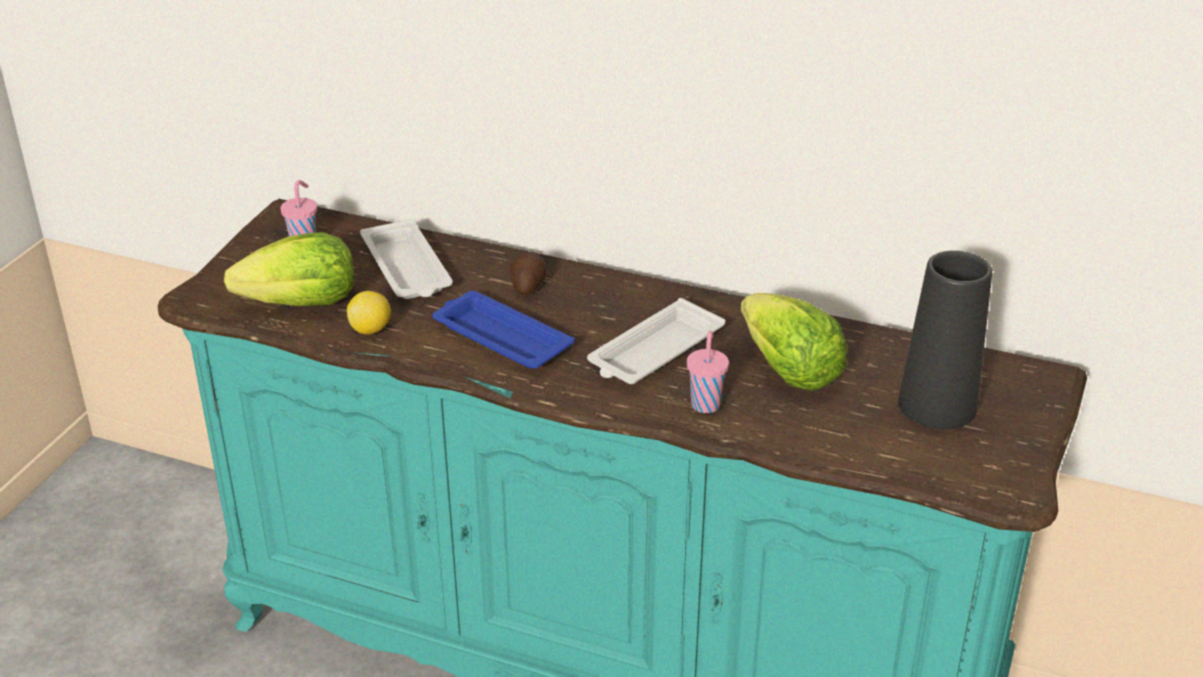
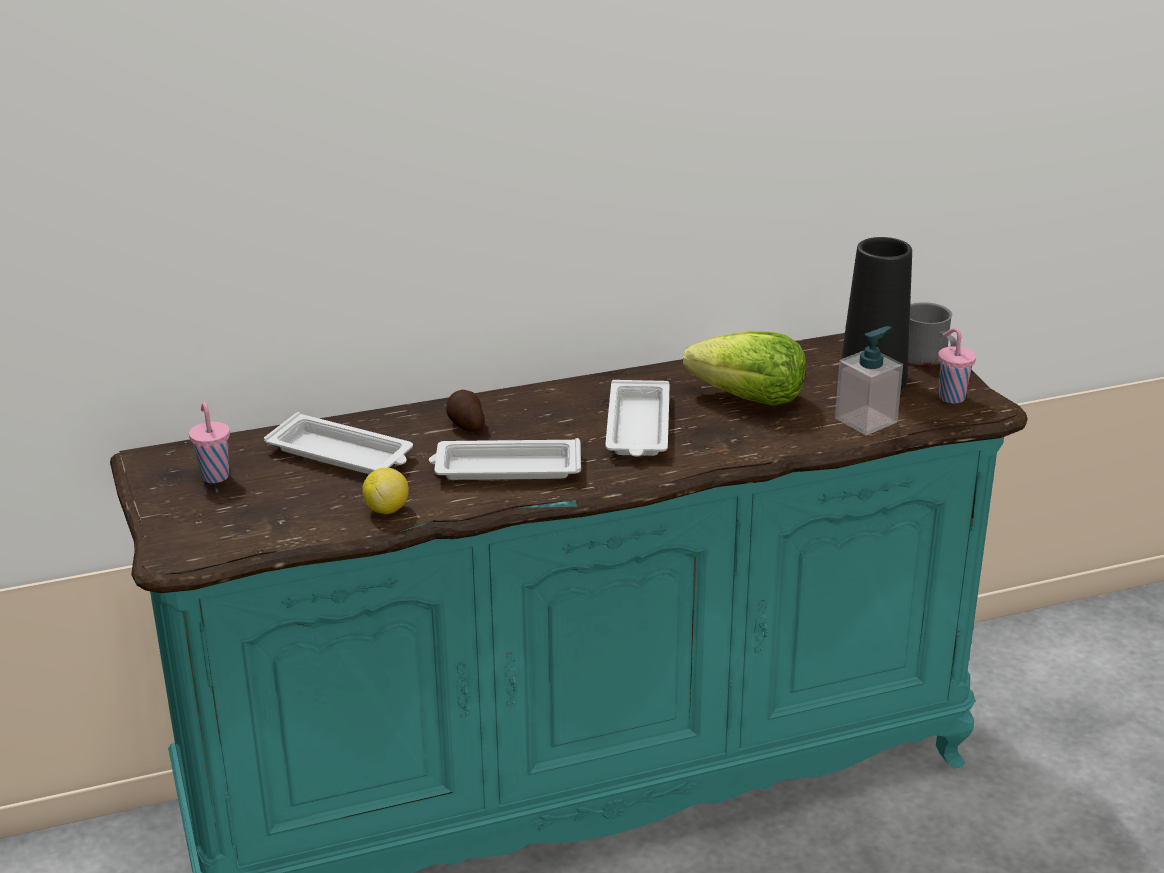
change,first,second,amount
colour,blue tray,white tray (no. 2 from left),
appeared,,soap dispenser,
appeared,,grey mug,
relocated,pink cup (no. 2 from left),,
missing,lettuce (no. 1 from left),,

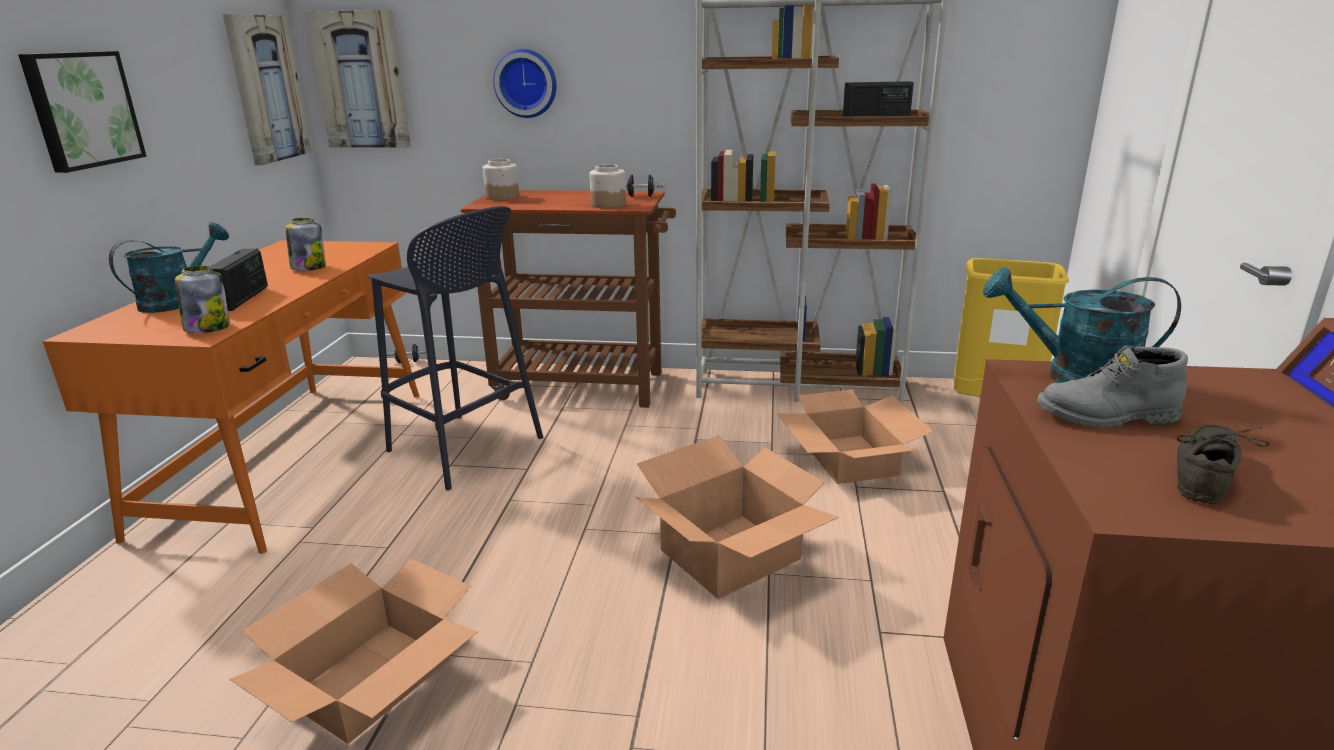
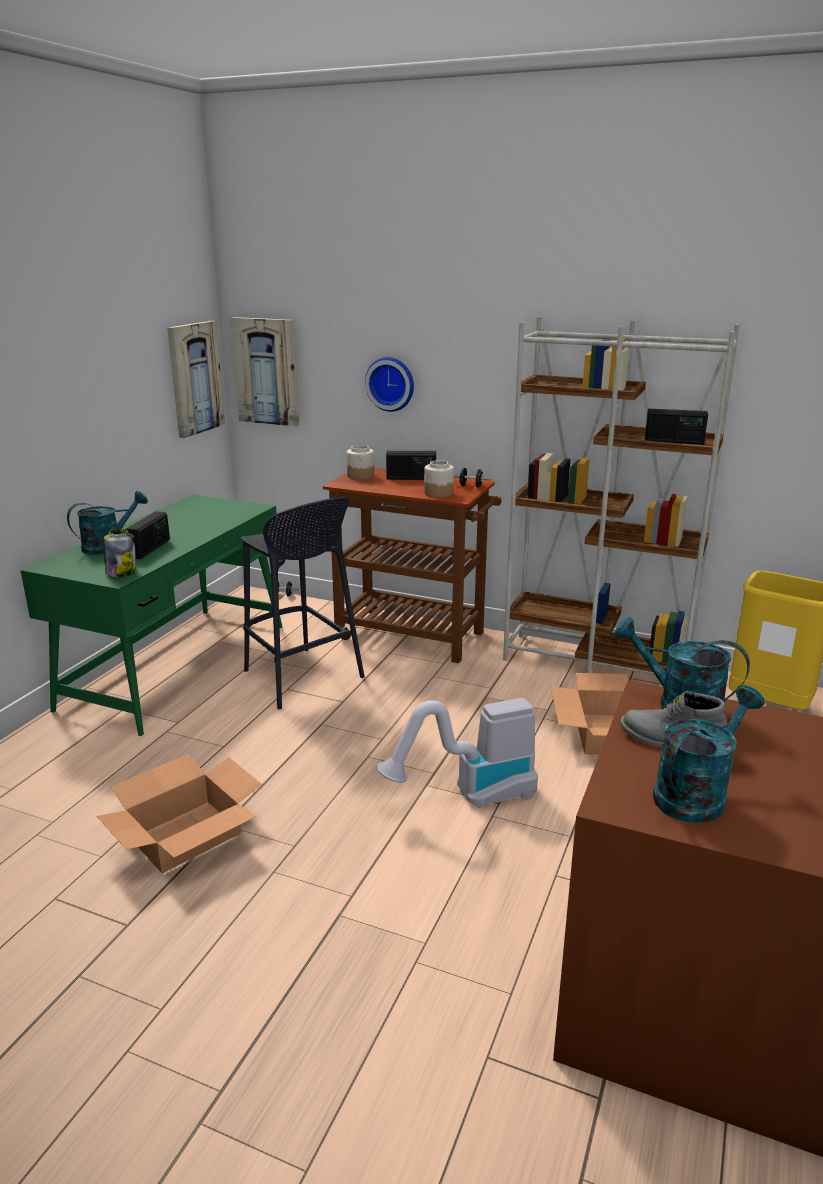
change,first,second,amount
colour,orange desk,green desk,
exchanged,cardboard box (no. 2 from left),vacuum cleaner,
appeared,,radio (no. 2 from left),
exchanged,grey shoe,turquoise watering can (no. 3 from left),
missing,picture (no. 1 from left),,
missing,jar (no. 2 from left),,

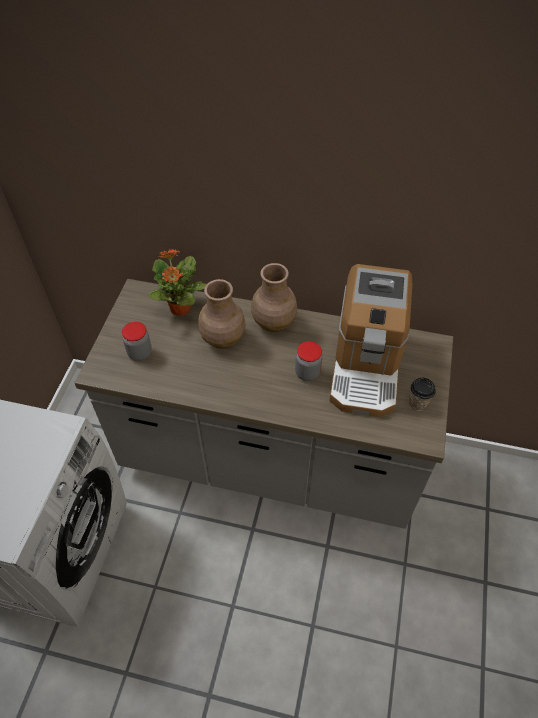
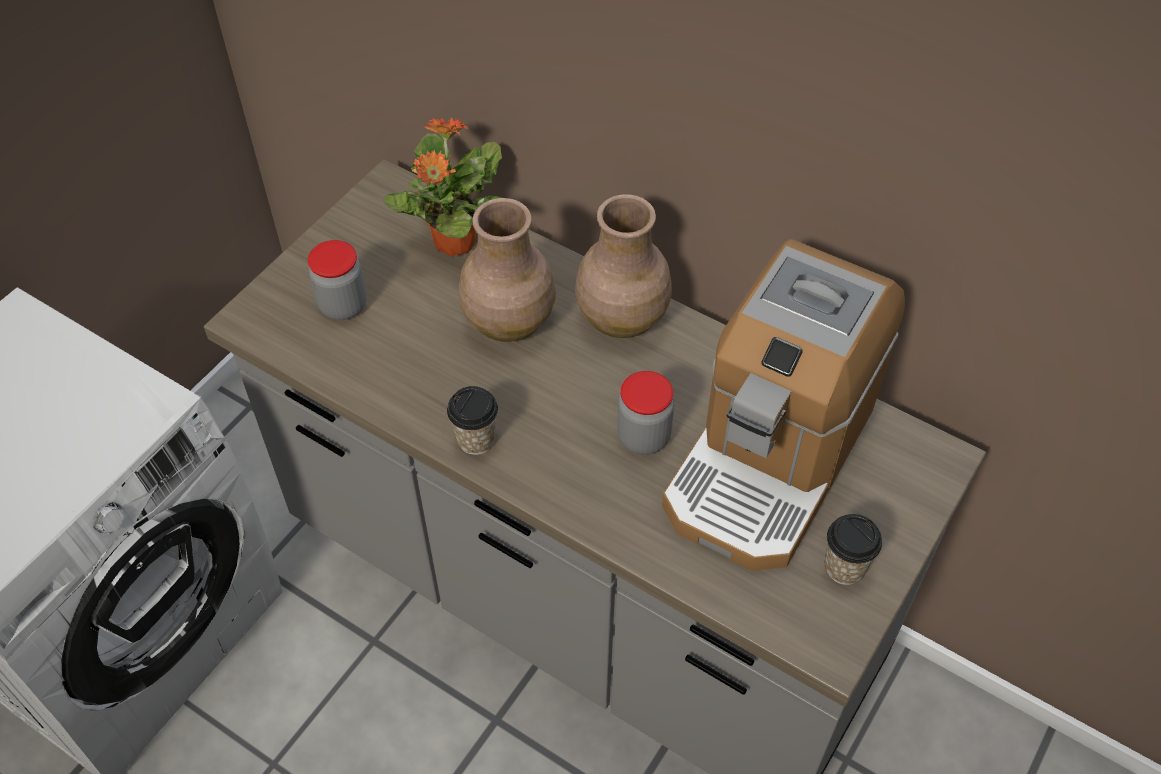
change,first,second,amount
appeared,,cup (no. 1 from left),

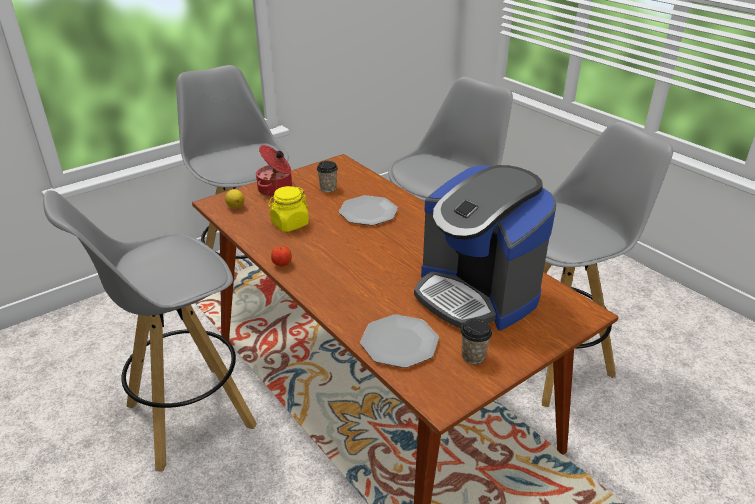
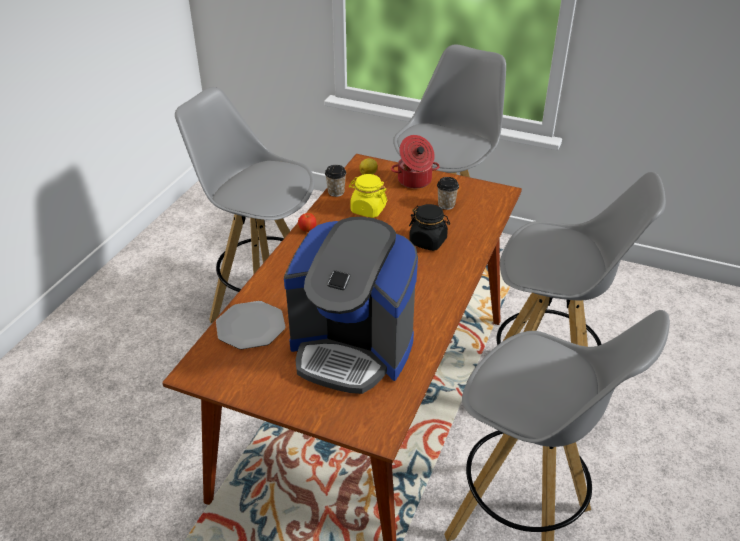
change,first,second,amount
spun,coffee machine,,90 degrees counterclockwise
relocated,cup (no. 2 from left in the first image),cup (no. 1 from left),
exchanged,plate (no. 1 from left),black jar,

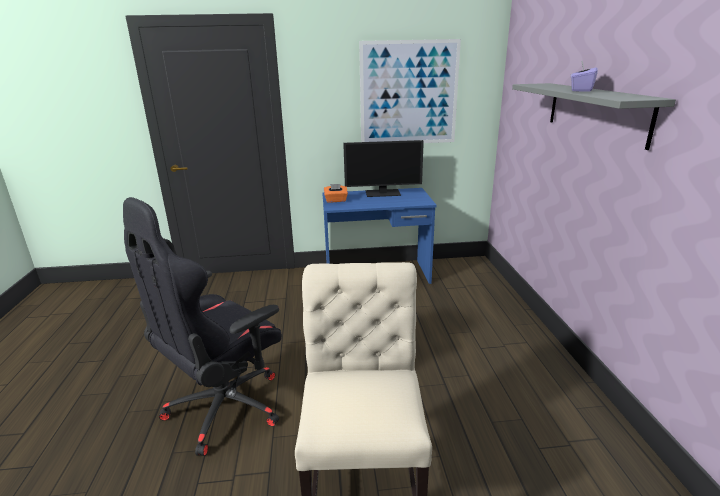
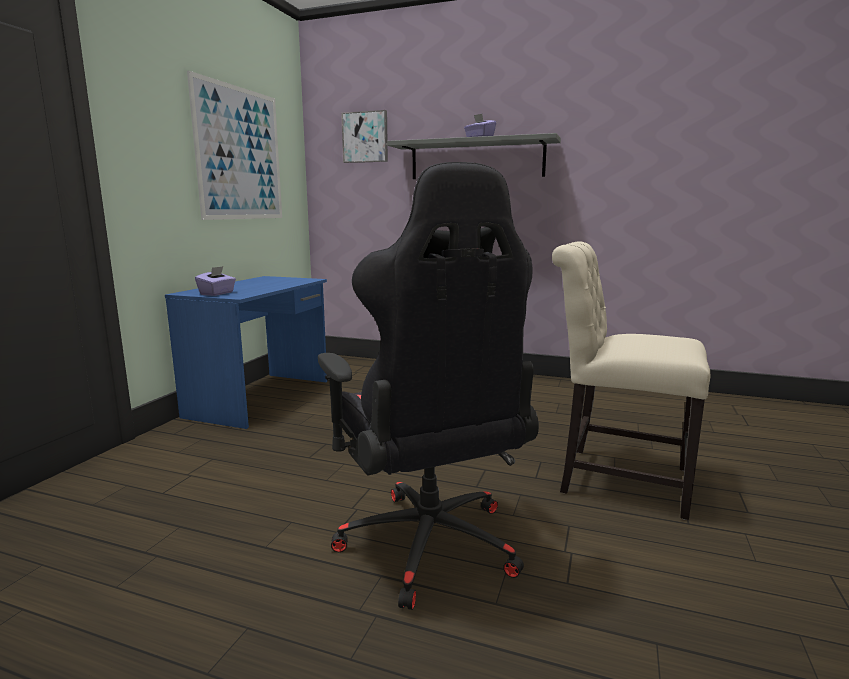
change,first,second,amount
colour,orange tissue box,purple tissue box (no. 1 from left),
appeared,,picture (no. 2 from left),
missing,monitor,,

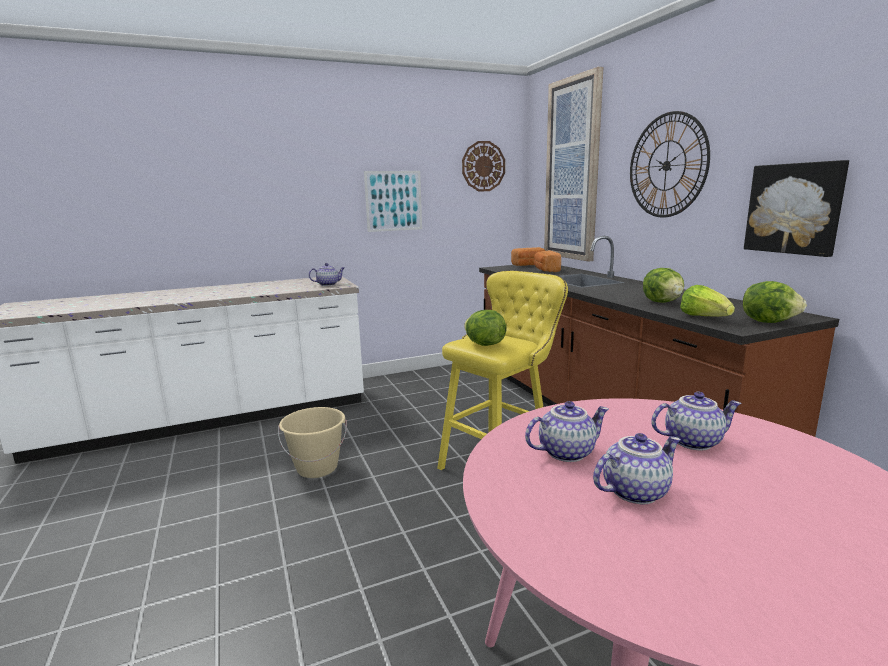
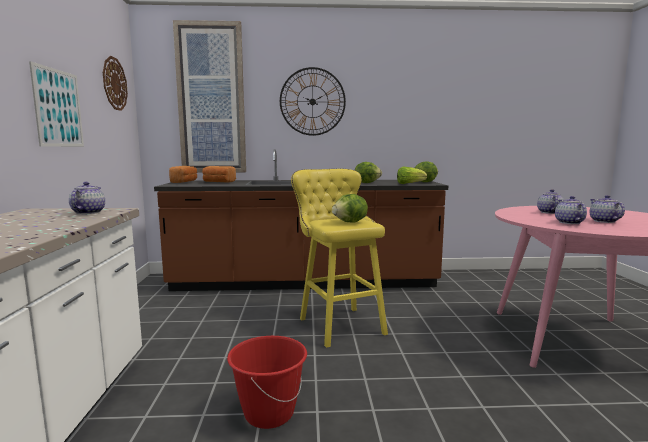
change,first,second,amount
colour,beige bucket,red bucket,
missing,picture (no. 3 from left),,

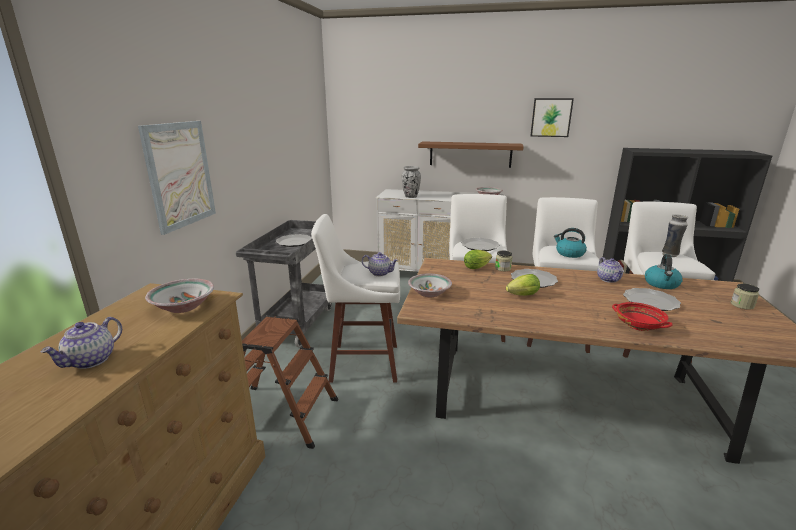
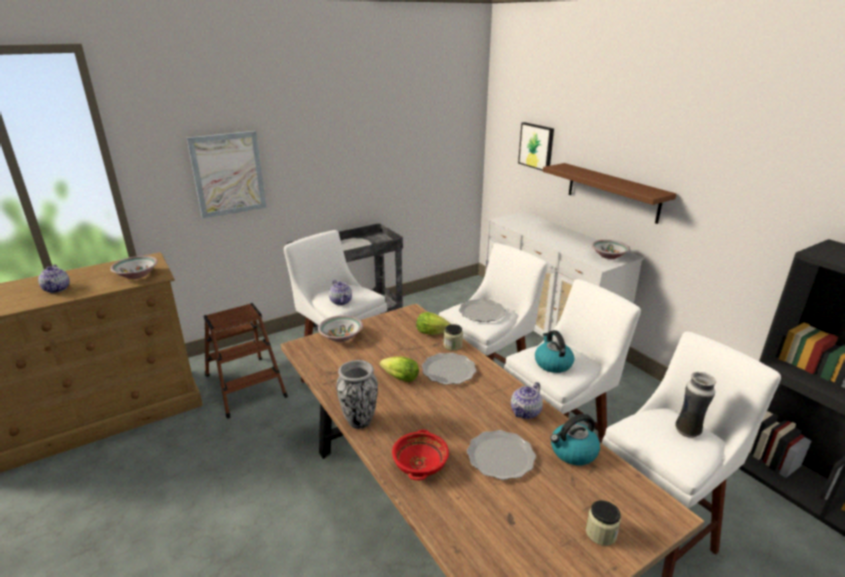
change,first,second,amount
spun,teapot (no. 1 from left),,90 degrees counterclockwise
relocated,vase (no. 1 from left),,
relocated,picture (no. 2 from left),,

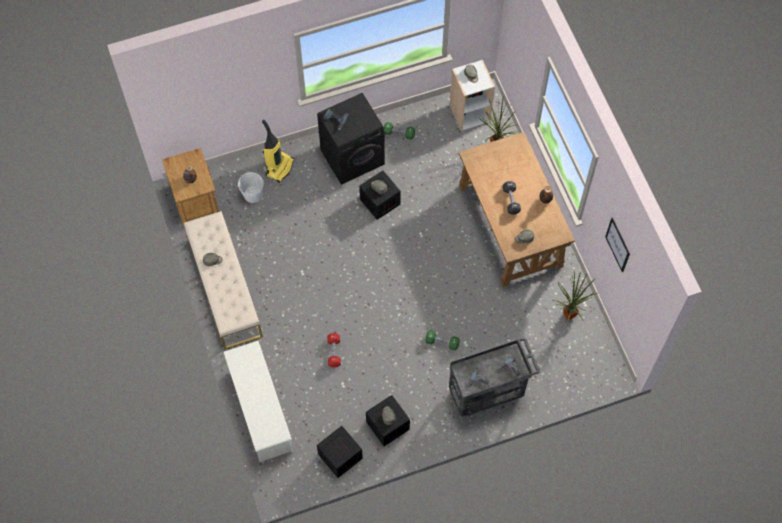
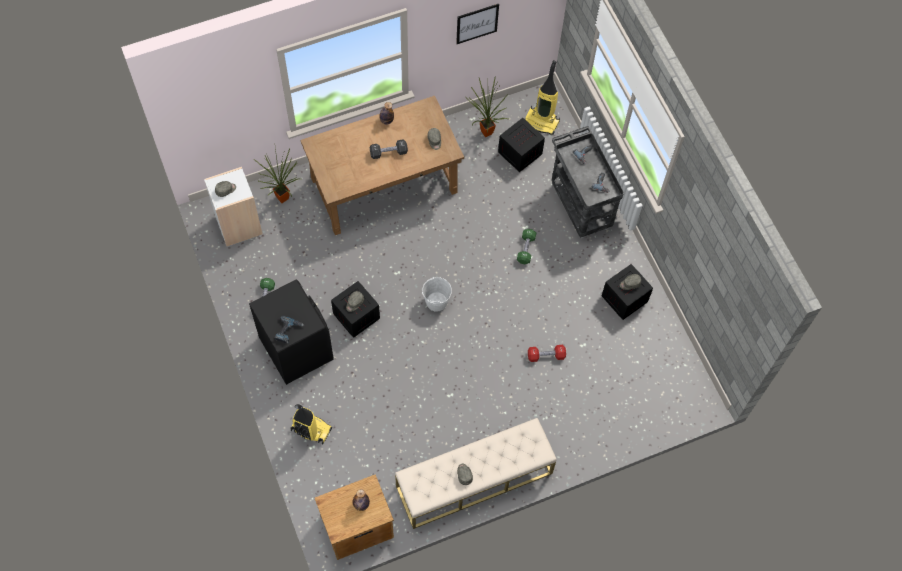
change,first,second,amount
relocated,white bucket,,
relocated,crate (no. 1 from left in the first image),crate (no. 2 from left),
appeared,,vacuum cleaner (no. 2 from left),
missing,white shoe rack,,

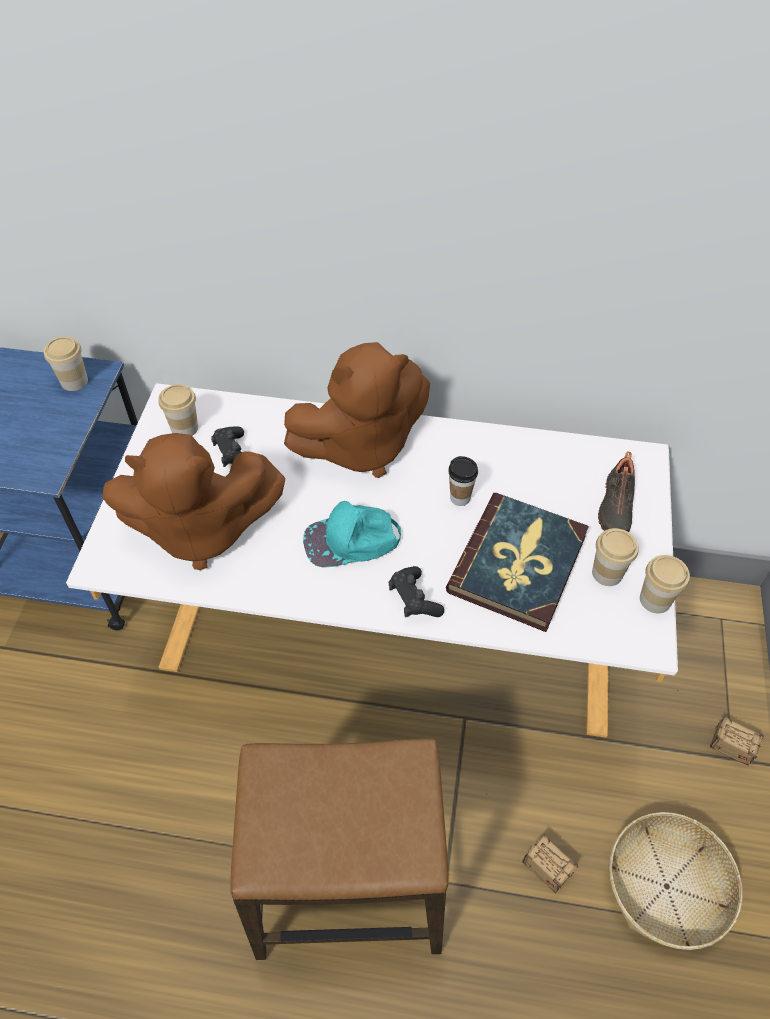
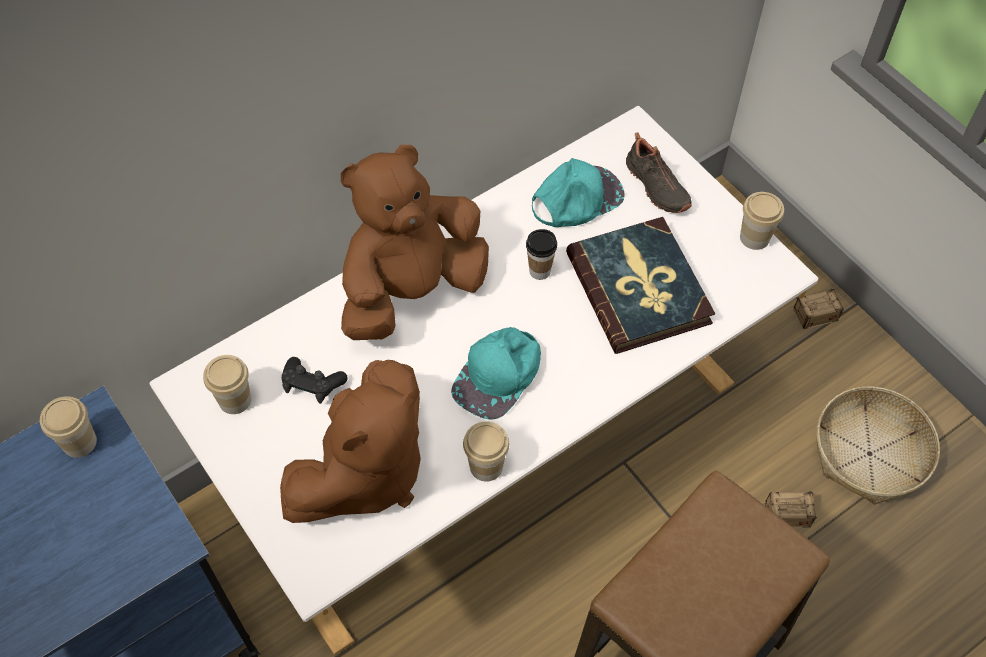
change,first,second,amount
spun,brown plush toy (no. 2 from left),,150 degrees counterclockwise
relocated,cup (no. 4 from left in the first image),cup (no. 3 from left),
appeared,,turquoise cap (no. 2 from left),
missing,black game controller (no. 2 from left),,

